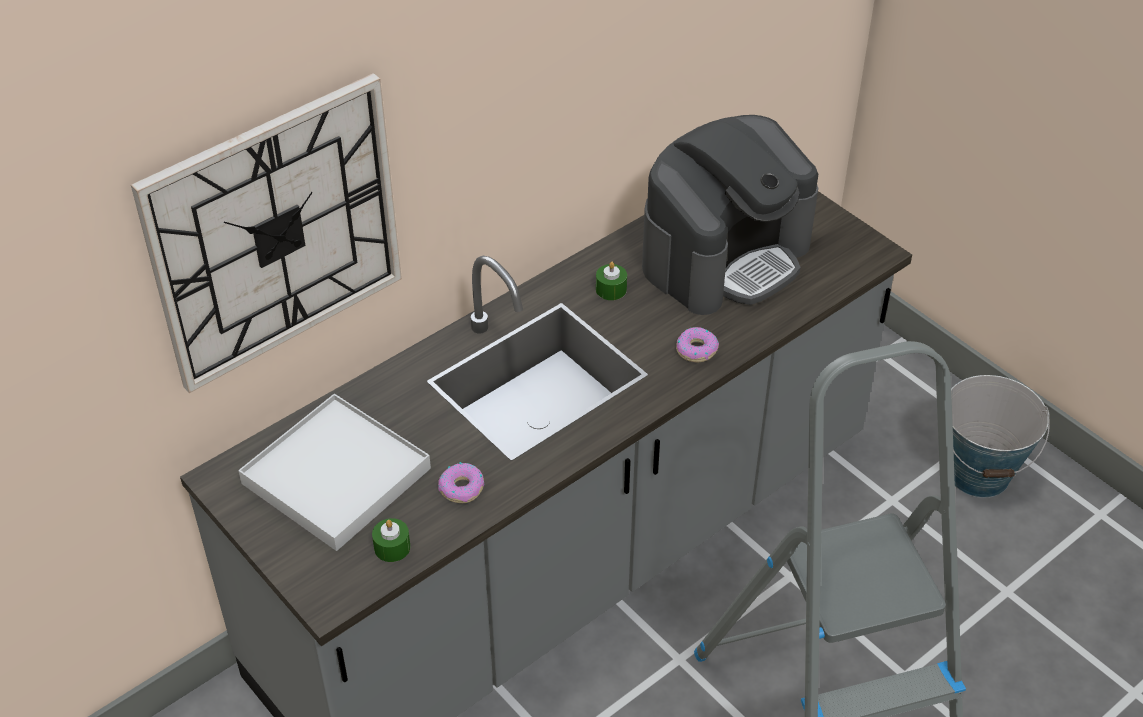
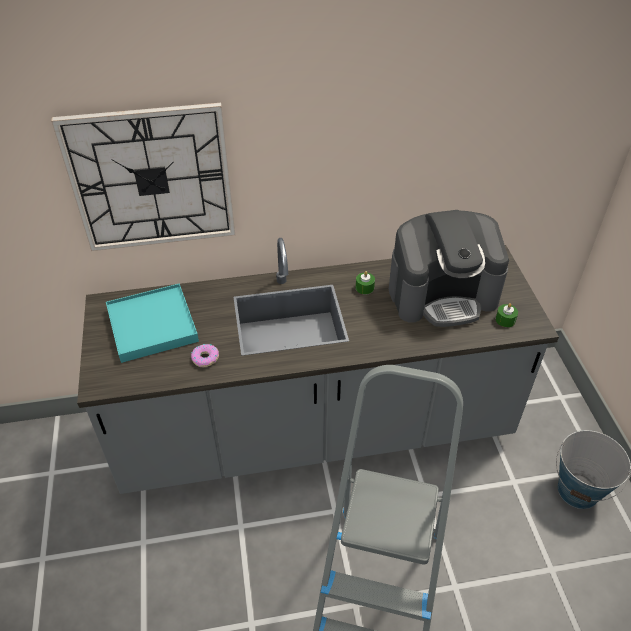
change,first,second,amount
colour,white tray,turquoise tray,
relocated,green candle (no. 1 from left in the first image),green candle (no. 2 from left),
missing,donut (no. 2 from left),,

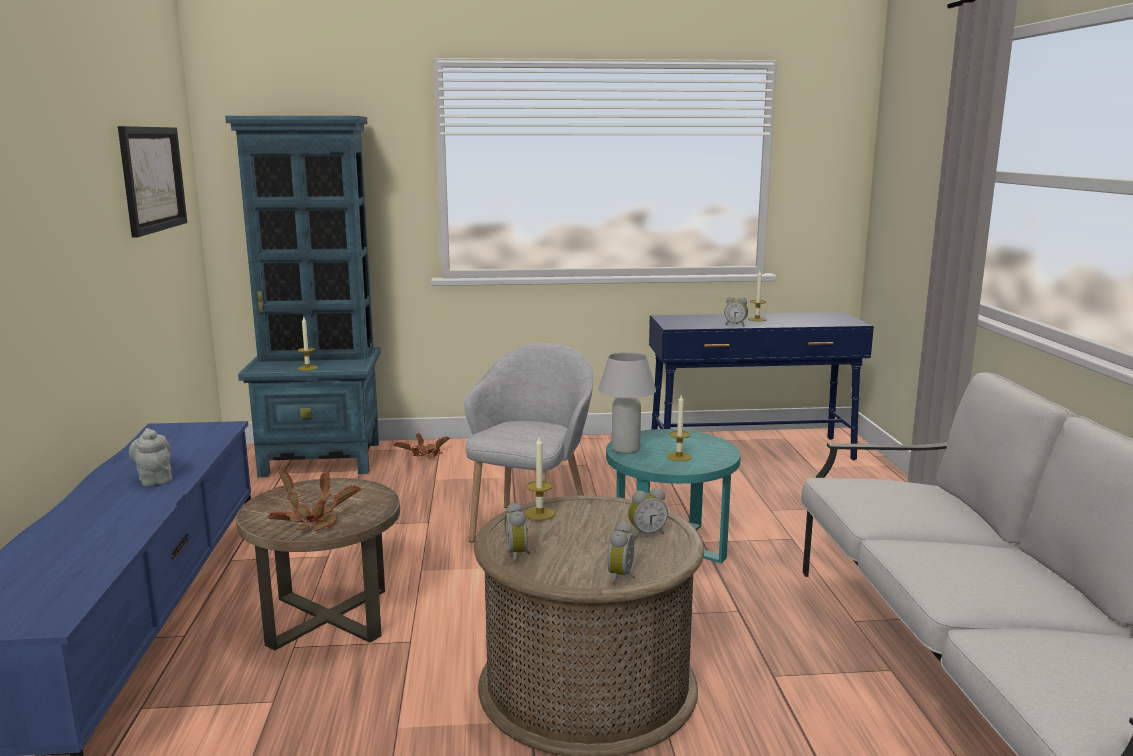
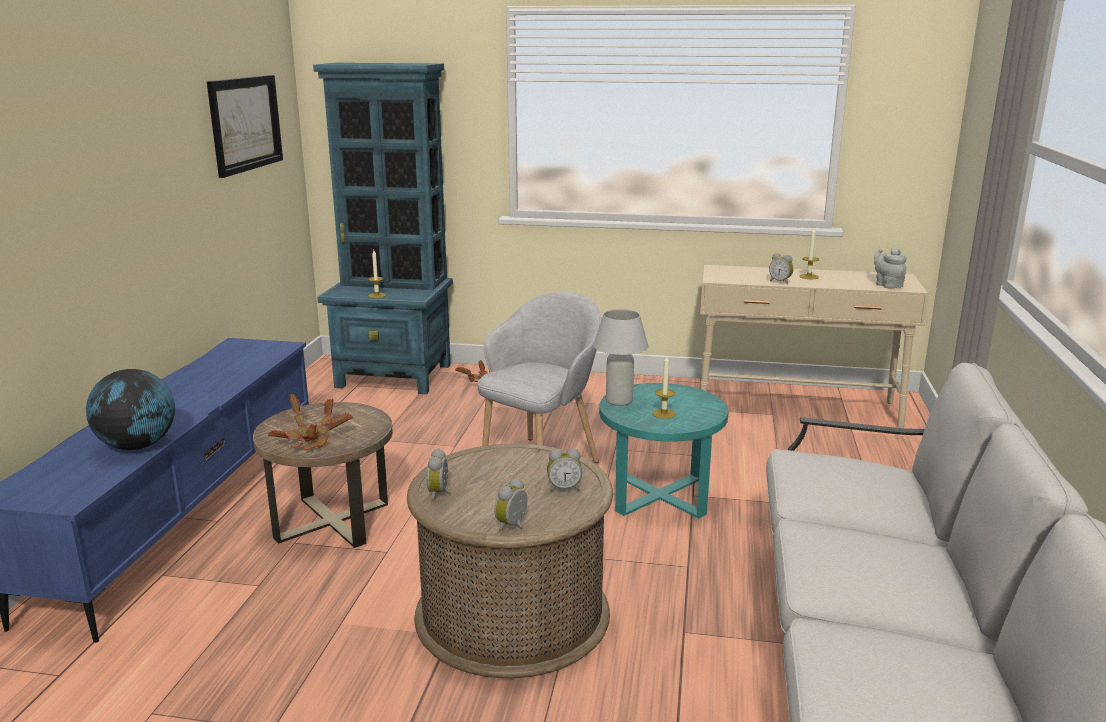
change,first,second,amount
appeared,,globe,
colour,blue console table,beige console table,
relocated,grey teapot,,
missing,candle (no. 2 from left),,

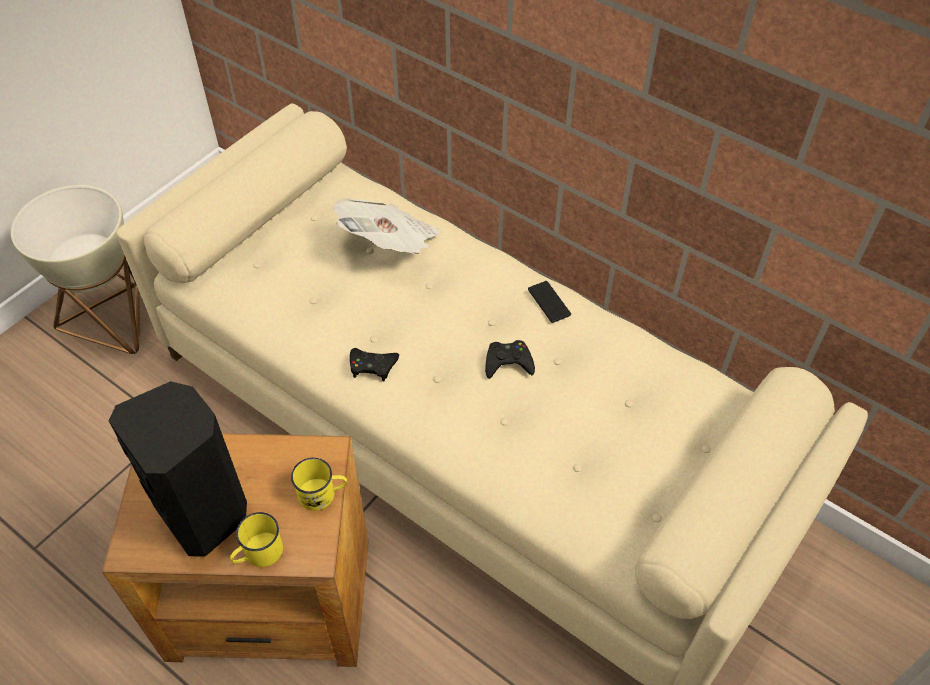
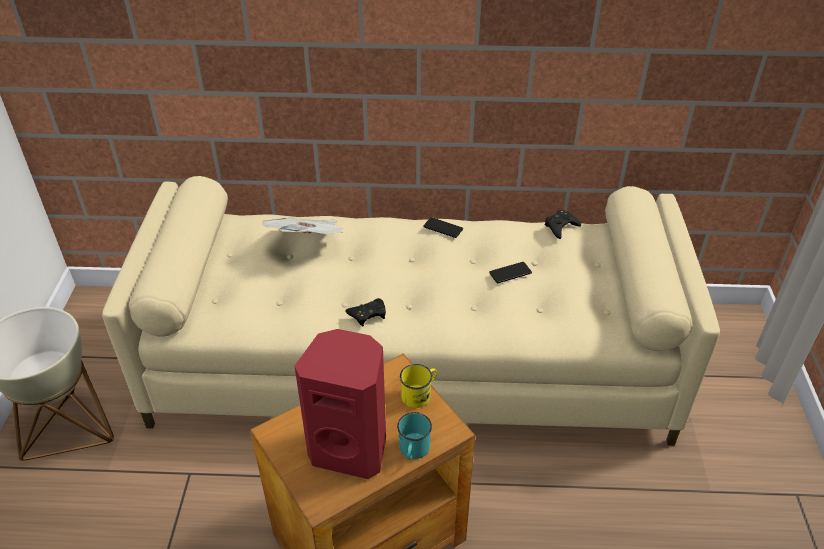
change,first,second,amount
colour,black speaker,red speaker,
colour,yellow mug (no. 1 from left),turquoise mug,
appeared,,phone (no. 2 from left),
relocated,black game controller (no. 2 from left),,

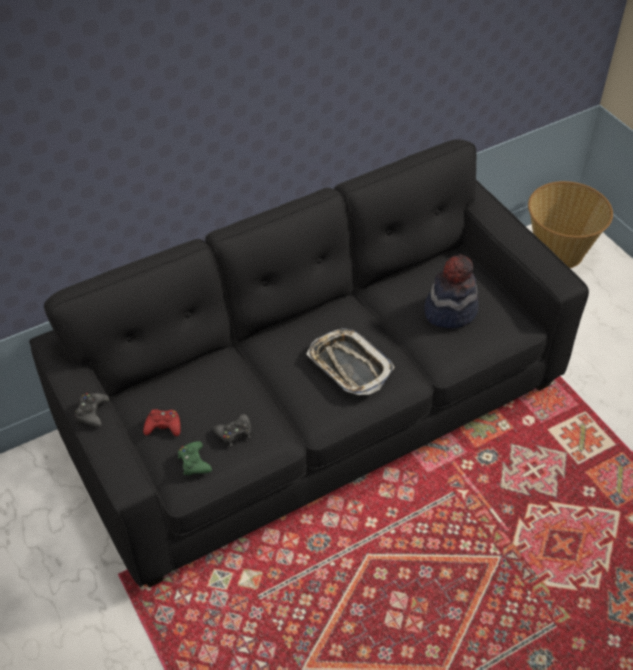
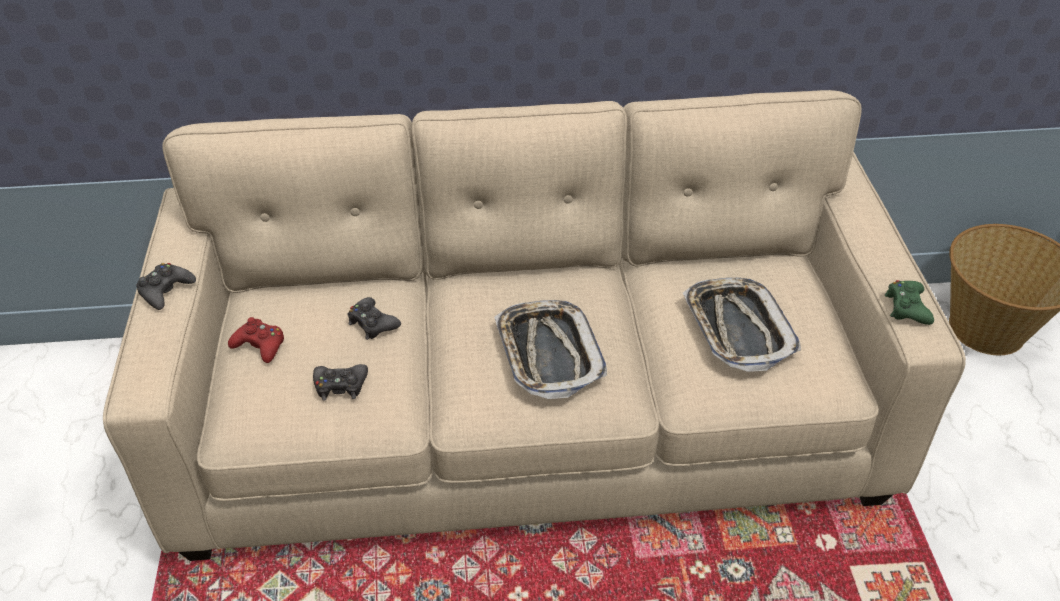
change,first,second,amount
colour,black sofa,beige sofa,
appeared,,black game controller (no. 3 from left),
exchanged,hat,tray (no. 2 from left),
relocated,green game controller,,

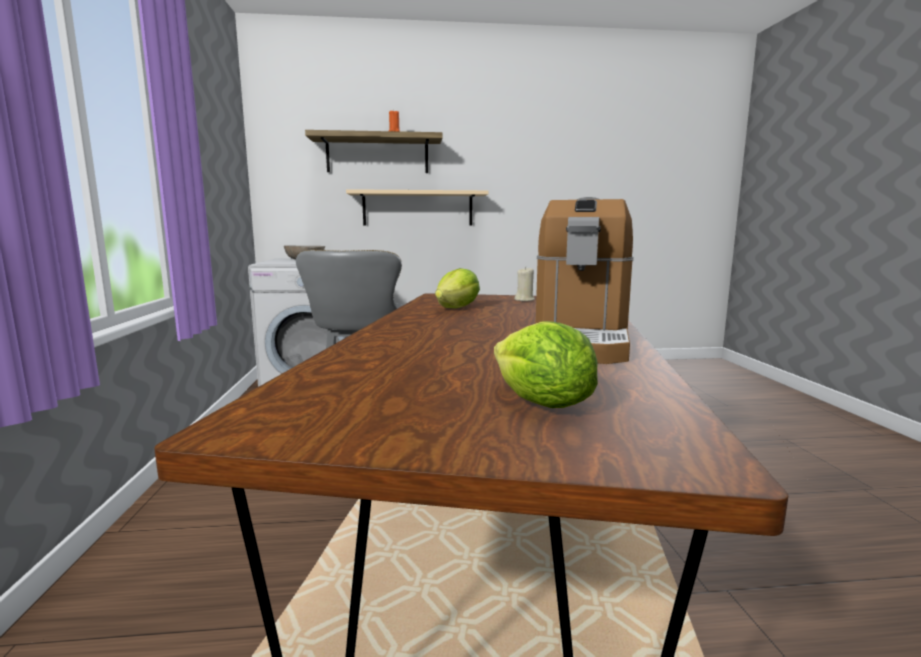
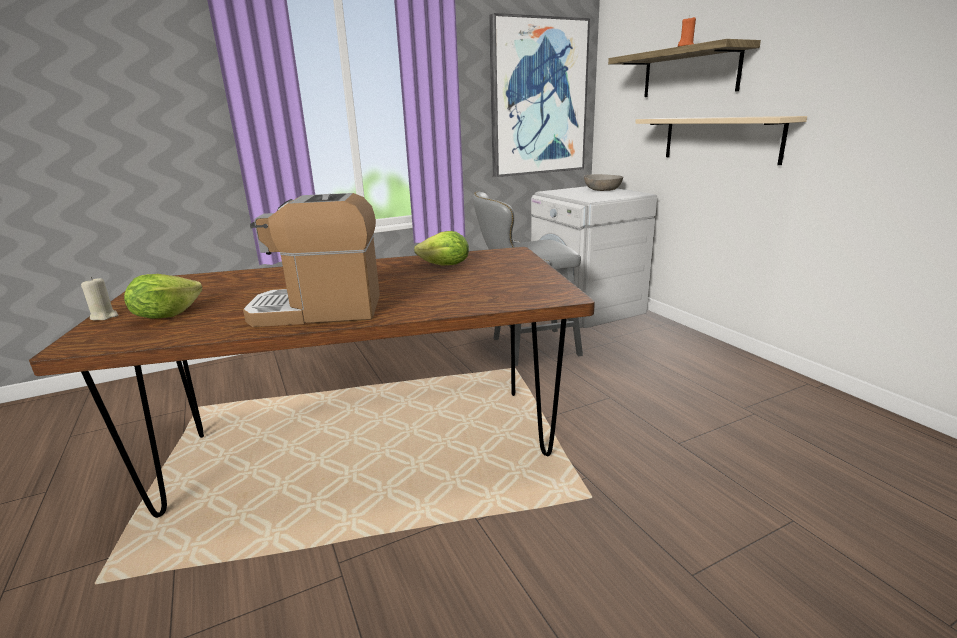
change,first,second,amount
relocated,beige candle,,
appeared,,picture,

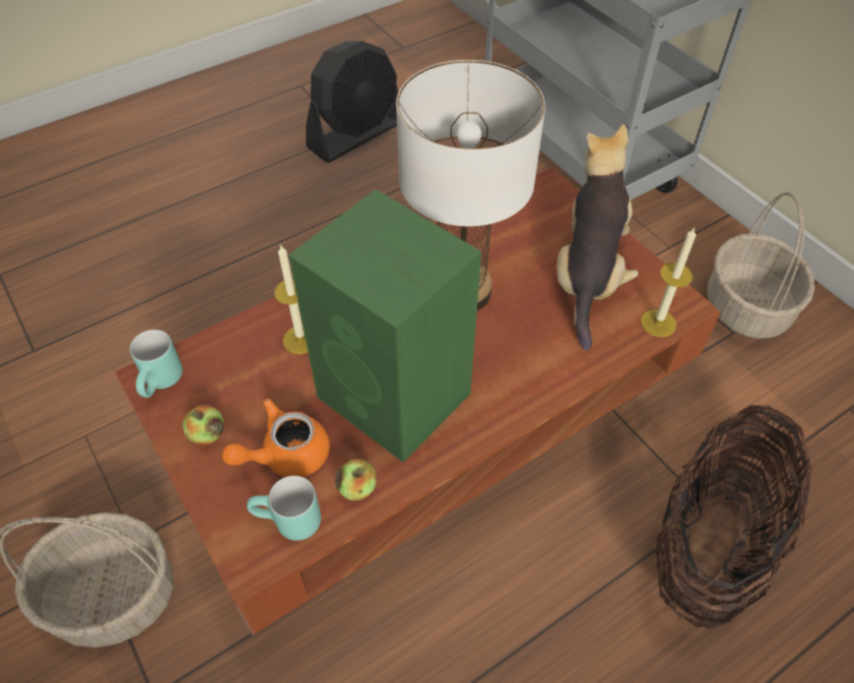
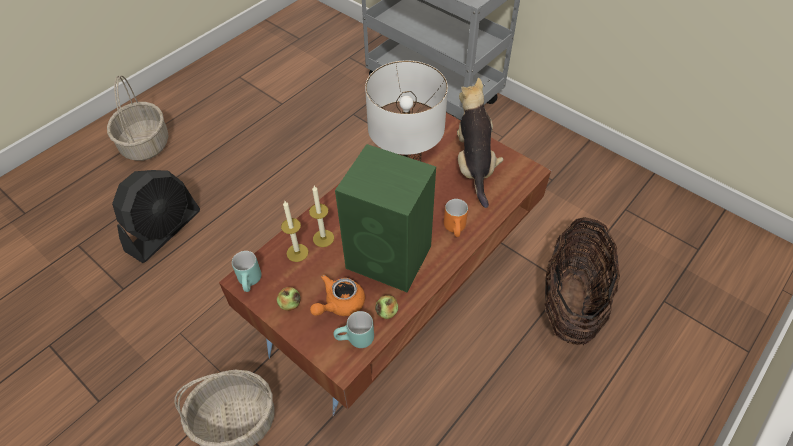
change,first,second,amount
relocated,basket (no. 3 from left in the first image),basket (no. 1 from left),
relocated,black fan,,
relocated,candle (no. 2 from left in the first image),candle (no. 1 from left),
appeared,,orange mug,

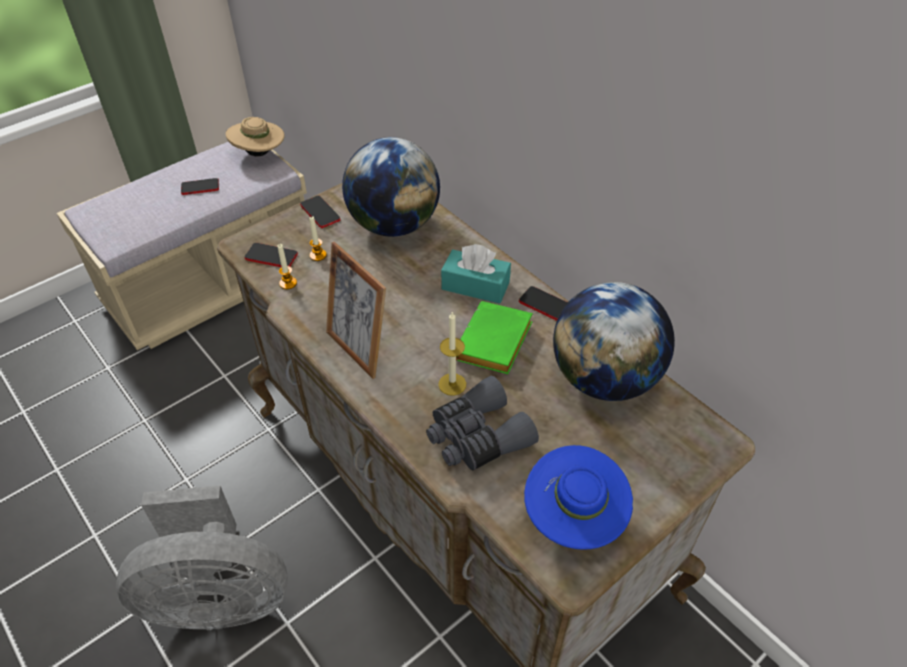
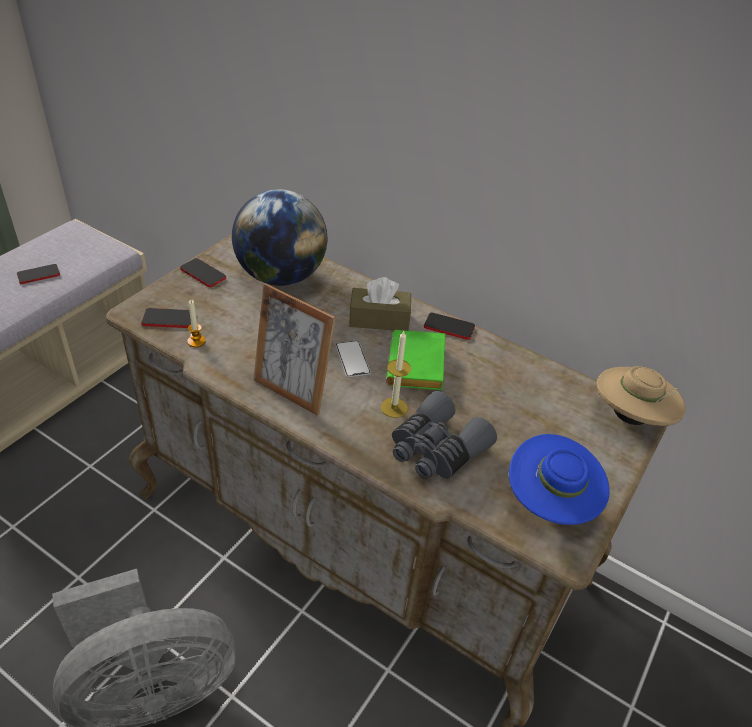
change,first,second,amount
appeared,,phone (no. 4 from left),
colour,turquoise tissue box,brown tissue box,
relocated,beige hat,,
missing,candle (no. 2 from left),,
missing,globe (no. 2 from left),,

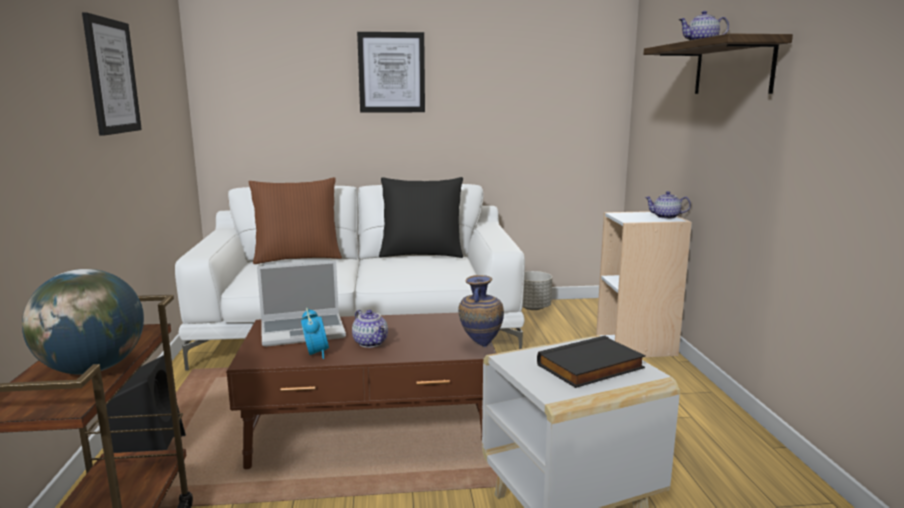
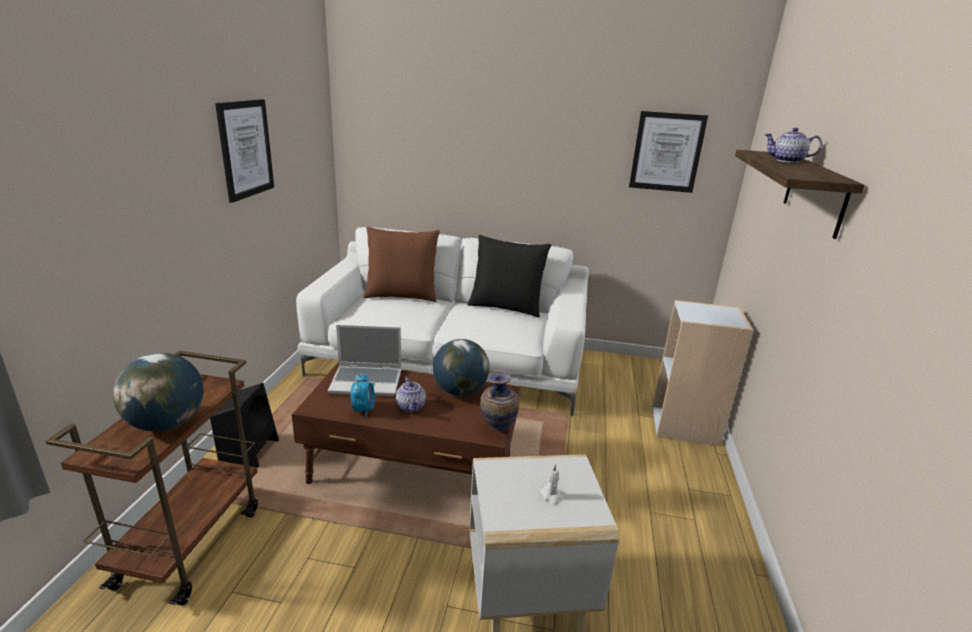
change,first,second,amount
appeared,,globe (no. 2 from left),
exchanged,black book,white candle,
relocated,picture (no. 2 from left),,
missing,grey planter,,
missing,teapot (no. 2 from left),,

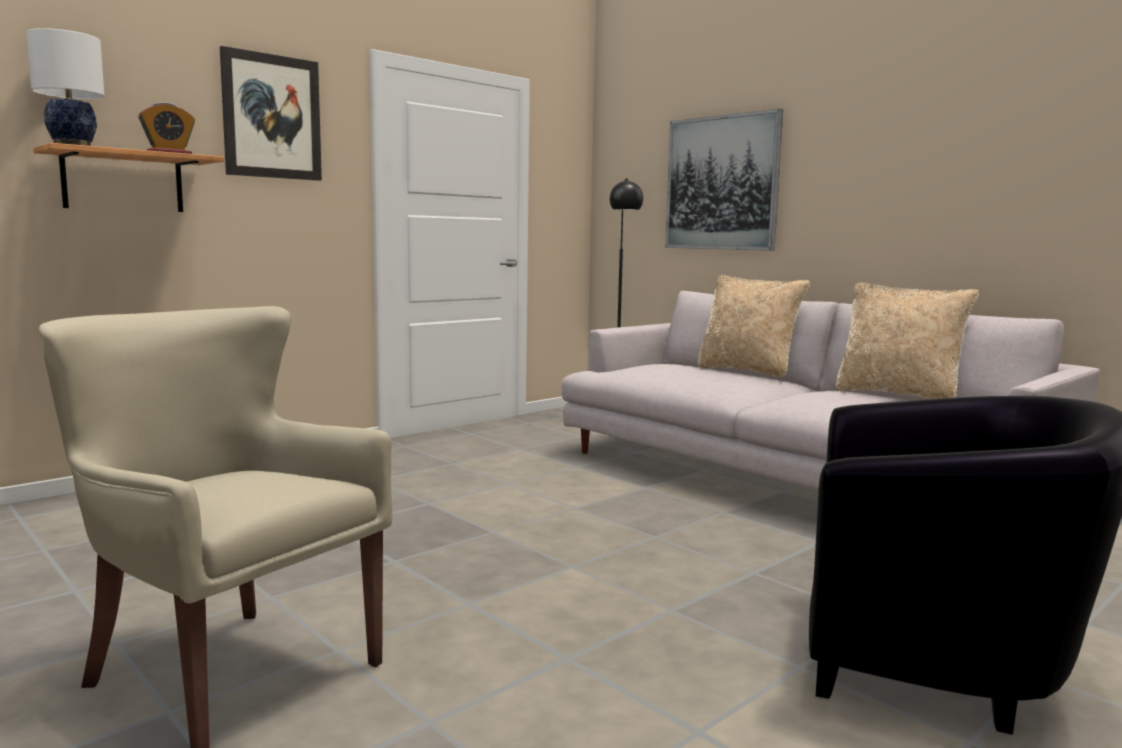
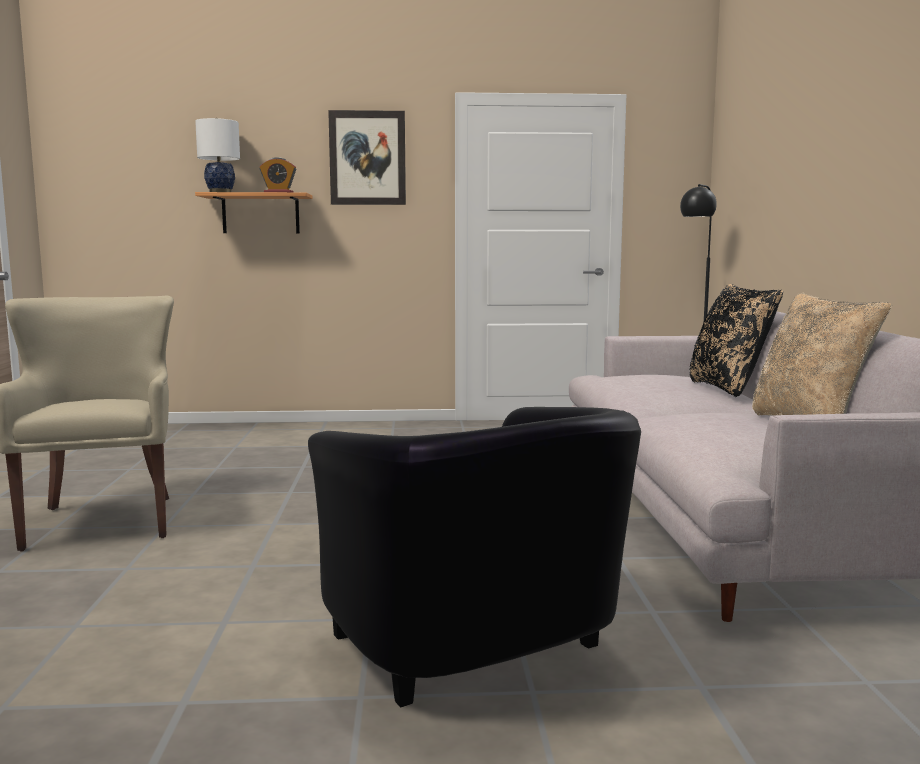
change,first,second,amount
colour,beige pillow (no. 1 from left),black pillow,
missing,picture (no. 2 from left),,

